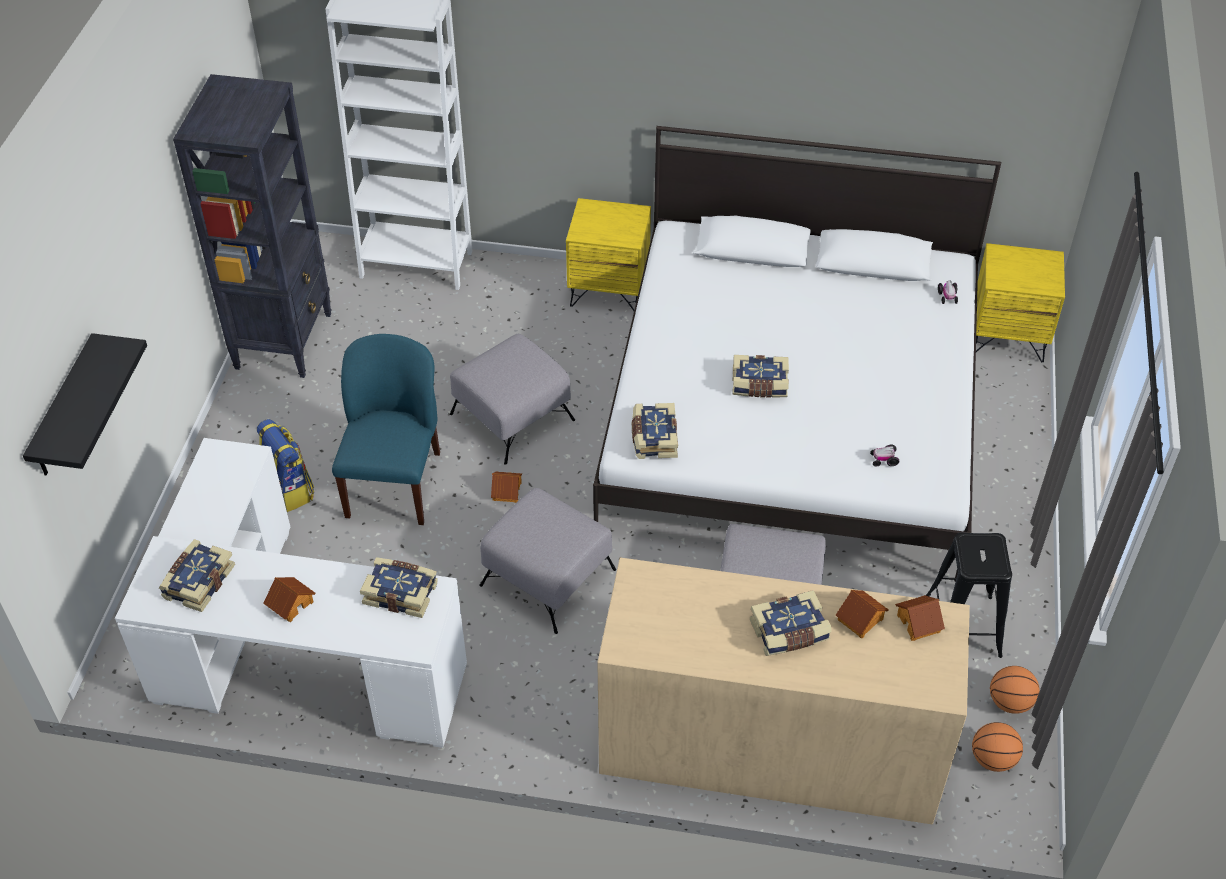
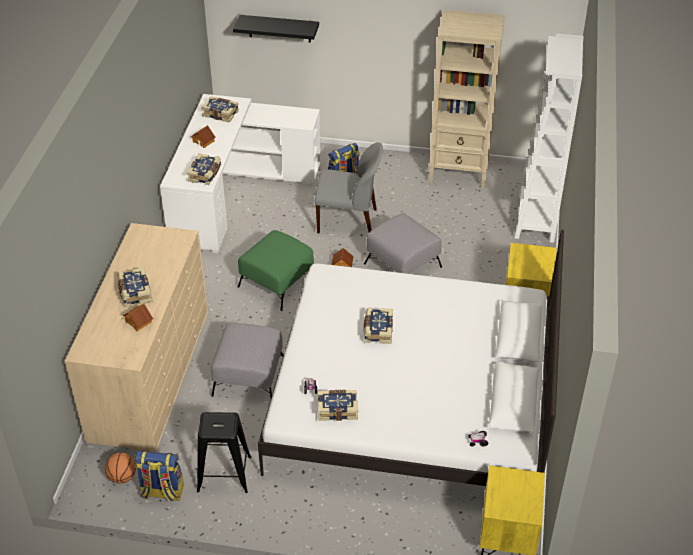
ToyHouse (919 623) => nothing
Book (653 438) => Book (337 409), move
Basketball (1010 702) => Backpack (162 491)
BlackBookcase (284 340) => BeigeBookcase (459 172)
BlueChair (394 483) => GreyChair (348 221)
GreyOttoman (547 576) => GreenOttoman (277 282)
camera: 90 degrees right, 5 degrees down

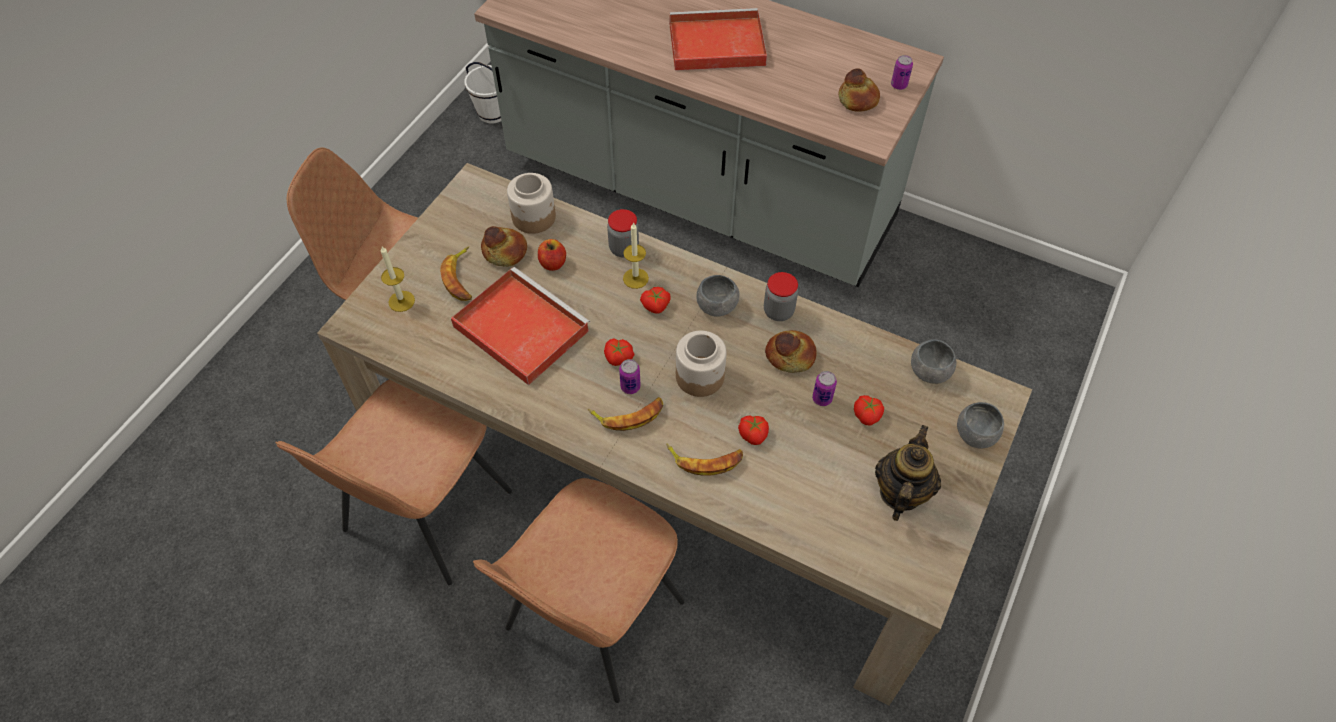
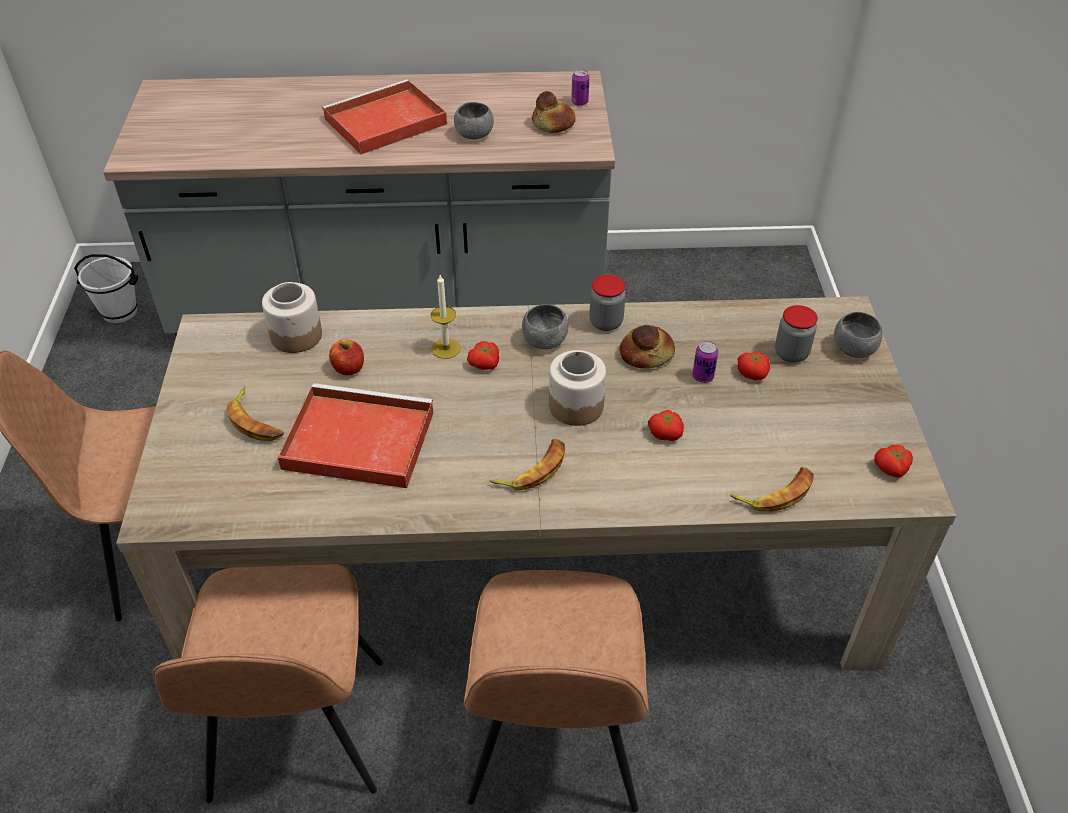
Candle (401 301) => nothing
Bread (505 252) => nothing
Can (630 387) => nothing
Teapot (900 492) => nothing
Tomato (618 358) => Tomato (891 469), move
Jar (624 248) => Jar (791 353), move
Banana (705 460) => Banana (776 493), move
GreyBowl (929 371) => GreyBowl (474 134), move
camera: 30 degrees left, 10 degrees down

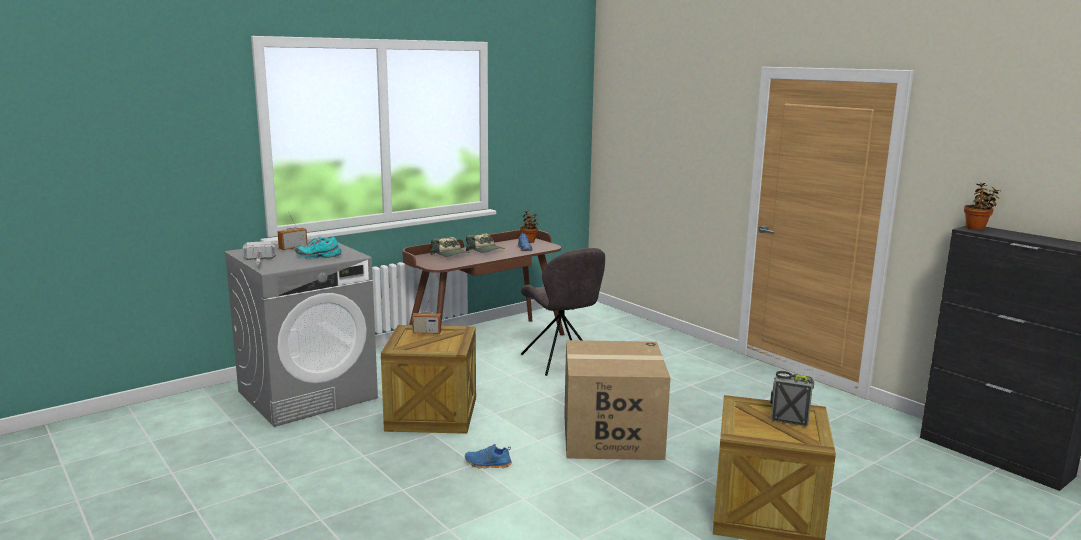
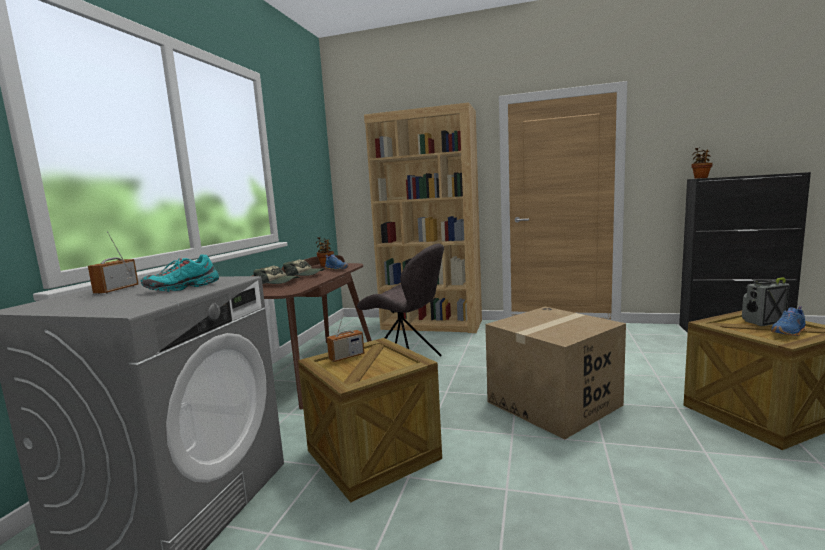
Hammer (259 262) => nothing
nothing => BrownBookcase (432 325)
BlueShoe (487 464) => BlueShoe (789 332), move
camera: 35 degrees left, 5 degrees down

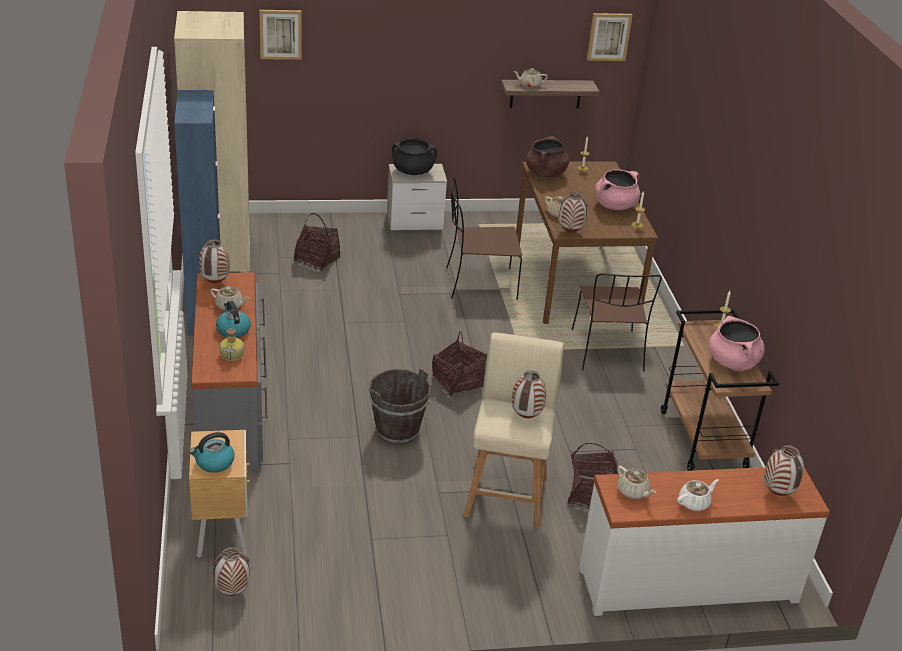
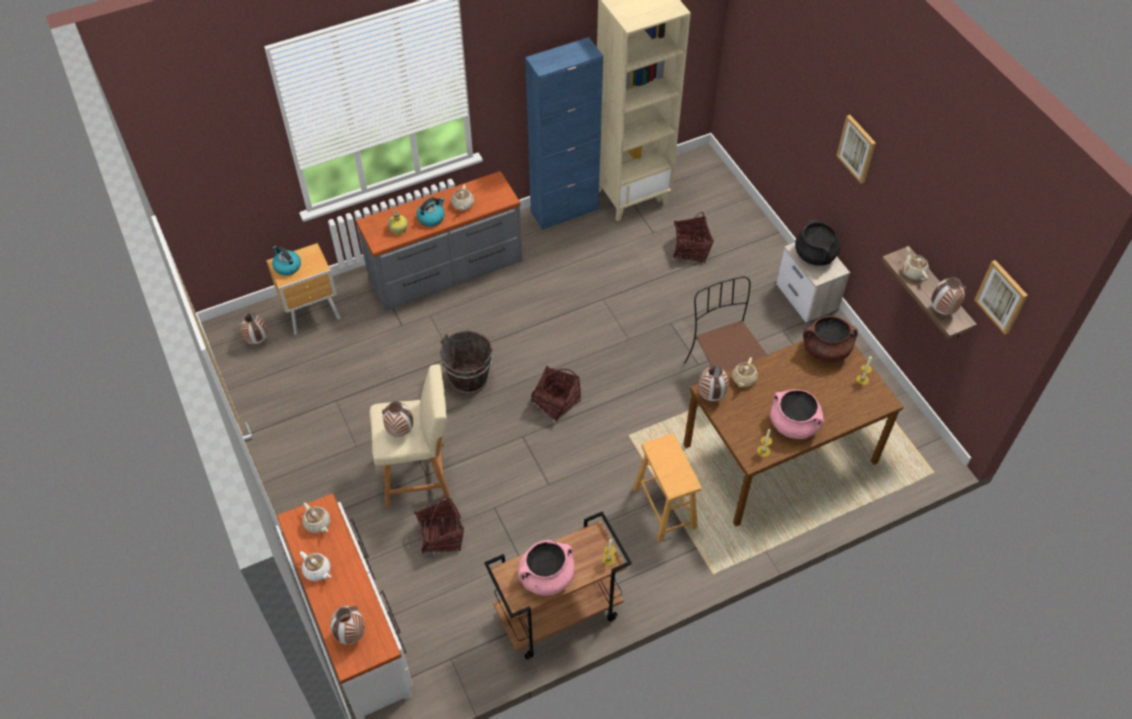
Vase (215 283) => Vase (941 311), move
Picture (280 34) => Picture (857 148), move
BrownChair (607 352) => BrownStool (664 508)
BeigeTeapot (633 492) => BeigeTeapot (318 524), 75 degrees counterclockwise
camera: 75 degrees right, 20 degrees up

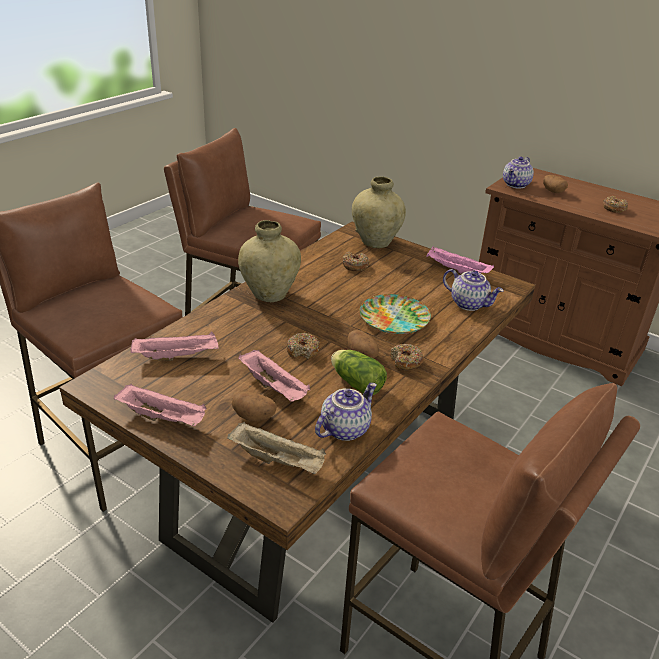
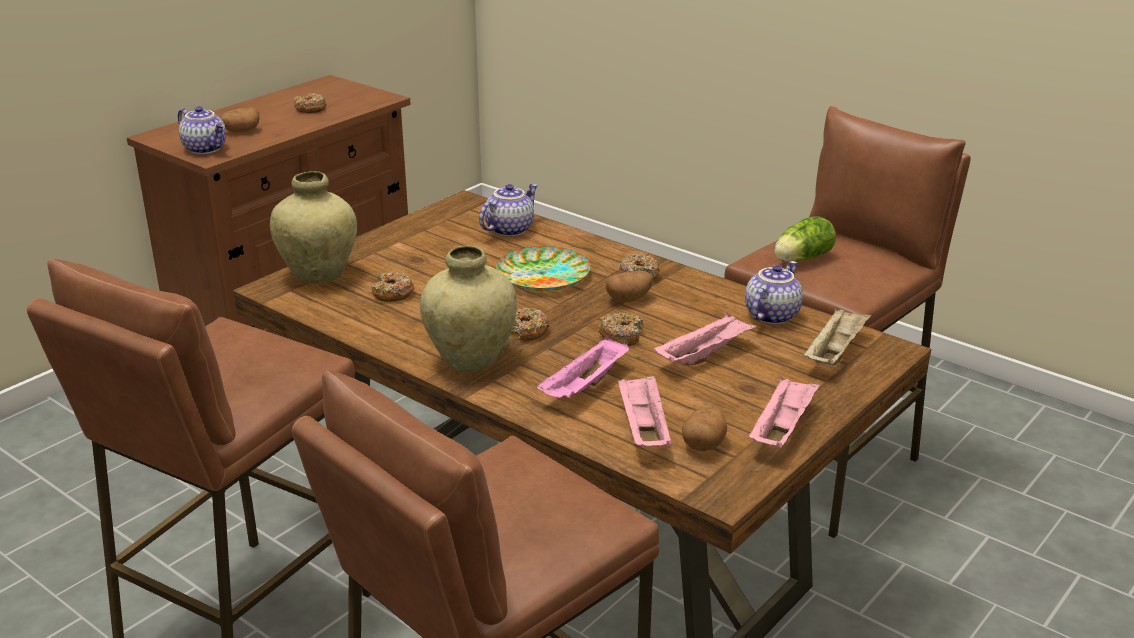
nothing => Donut (527 331)
Potato (254 417) => Potato (704 443), move
Lettuce (355 382) => Lettuce (800 259), move
PinkTray (456 271) => PinkTray (585 387), move
Teapot (344 428) => Teapot (770 315), 75 degrees clockwise
camera: 85 degrees left, 5 degrees down

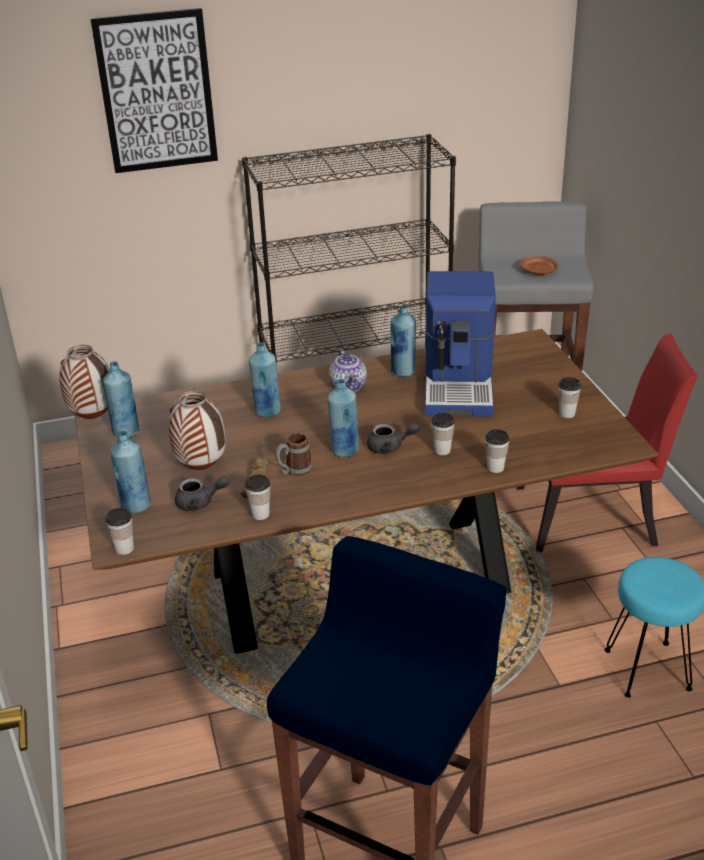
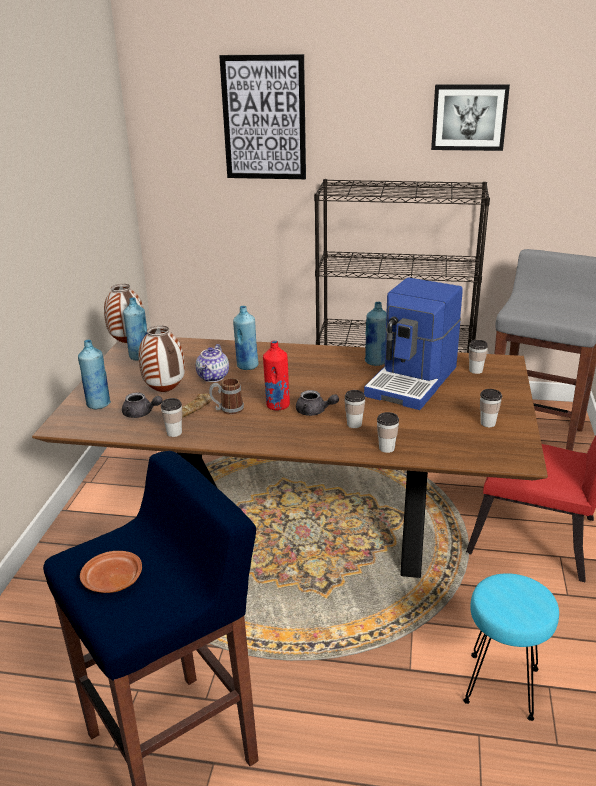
nothing => Picture (469 117)
Cup (124 548) => Cup (476 370), move
Teapot (349 387) => Teapot (214 377), move
BrownPlate (538 271) => BrownPlate (112 581), move
BlueBottle (344 451) => RedBottle (277 405)
camera: 25 degrees right, 5 degrees down

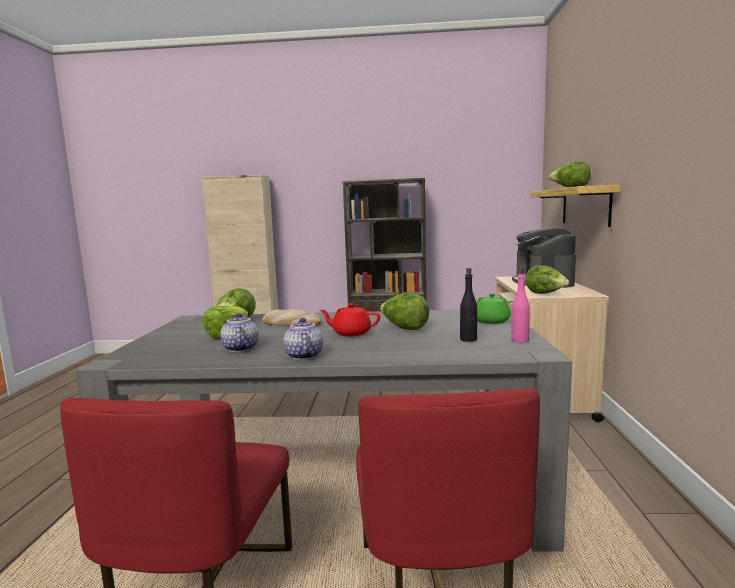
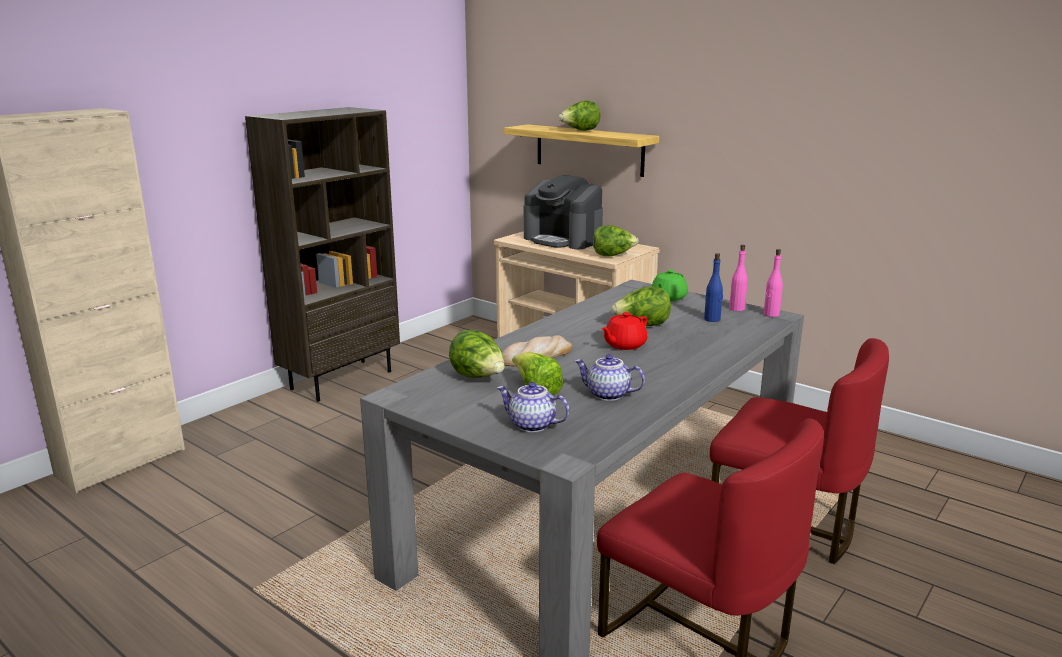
nothing => PinkBottle (771 314)
Teapot (303 356) => Teapot (531 425), move
BlackBottle (468 339) => BlueBottle (712 319)
camera: 55 degrees left, 10 degrees up

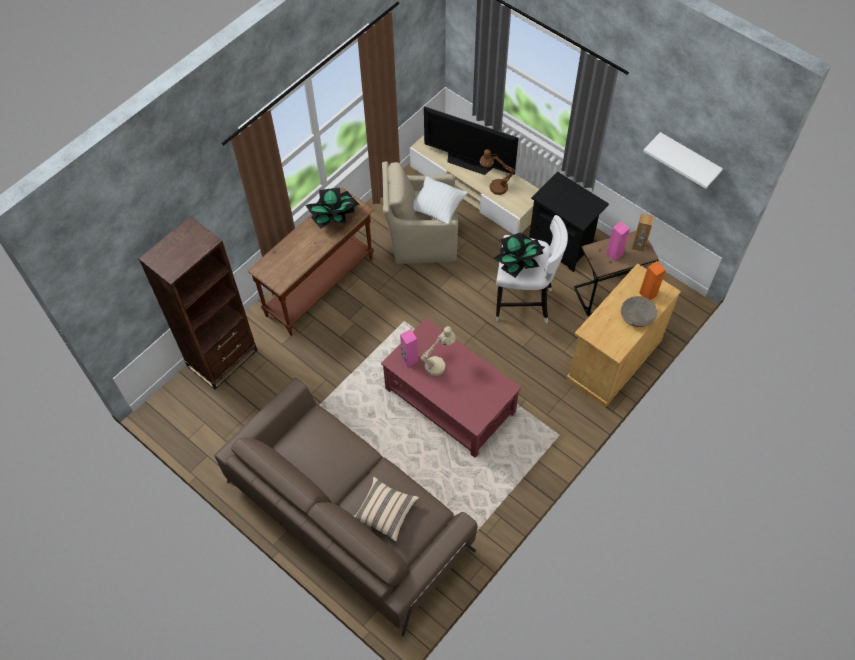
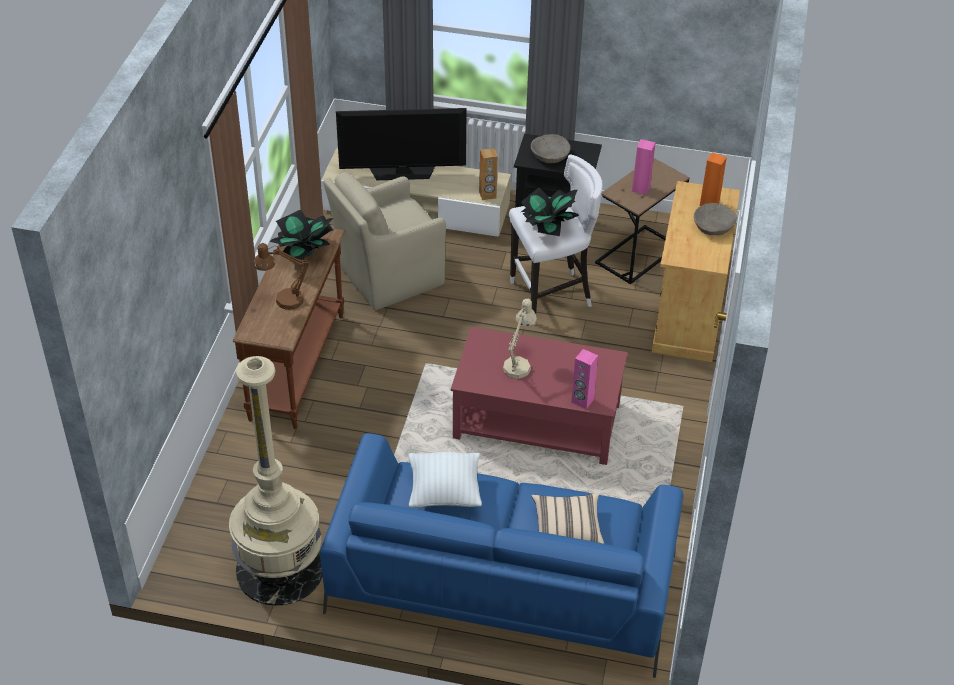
BrownBookcase (222 358) => nothing
WhiteShelf (688 159) => nothing
nothing => BeigeFloorLamp (280 569)
nothing => BeigeBowl (550 156)
PinkSpeaker (409 360) => PinkSpeaker (582 401), move
WhitePillow (437 208) => WhitePillow (444 492), move
BrownTableLamp (494 186) => BrownTableLamp (283 300), move
BrownSpeaker (638 246) => BrownSpeaker (487 195), move
BrownSofa (349 515) => BlueSofa (502 583)
camera: 30 degrees left, 15 degrees down

